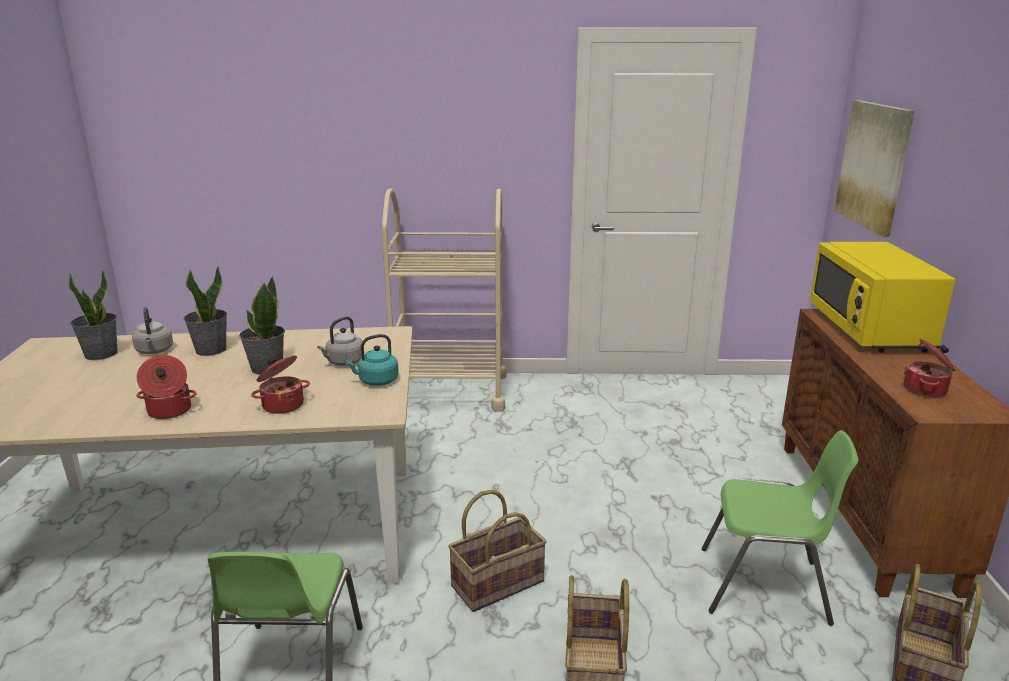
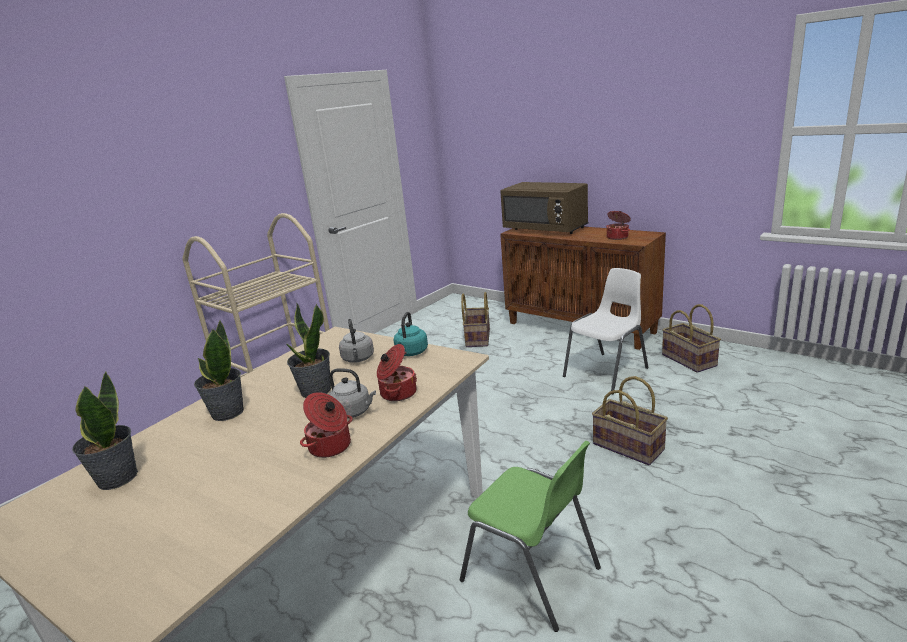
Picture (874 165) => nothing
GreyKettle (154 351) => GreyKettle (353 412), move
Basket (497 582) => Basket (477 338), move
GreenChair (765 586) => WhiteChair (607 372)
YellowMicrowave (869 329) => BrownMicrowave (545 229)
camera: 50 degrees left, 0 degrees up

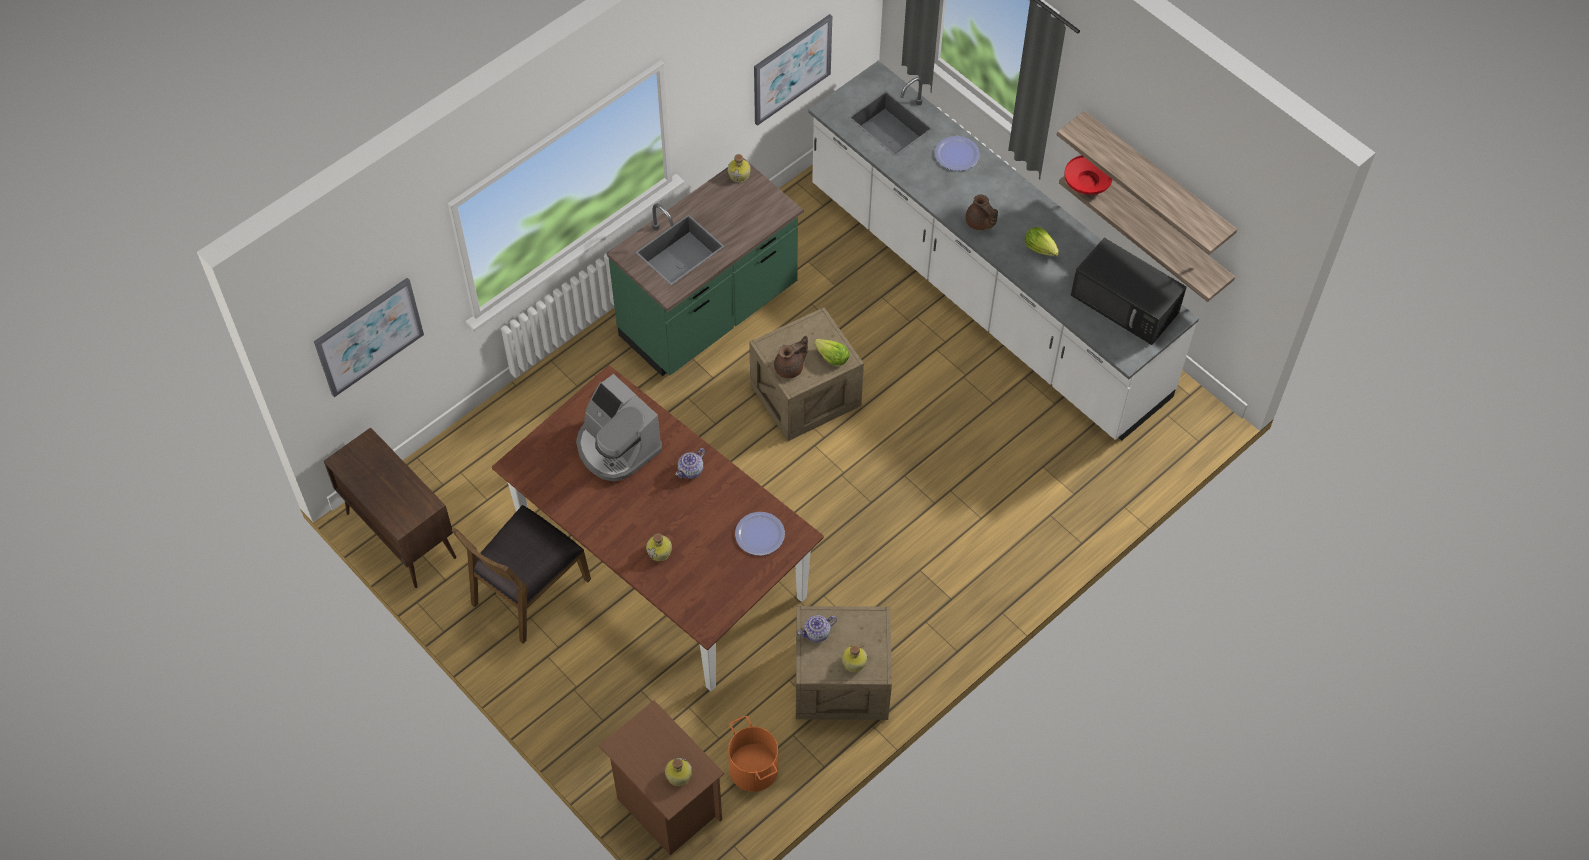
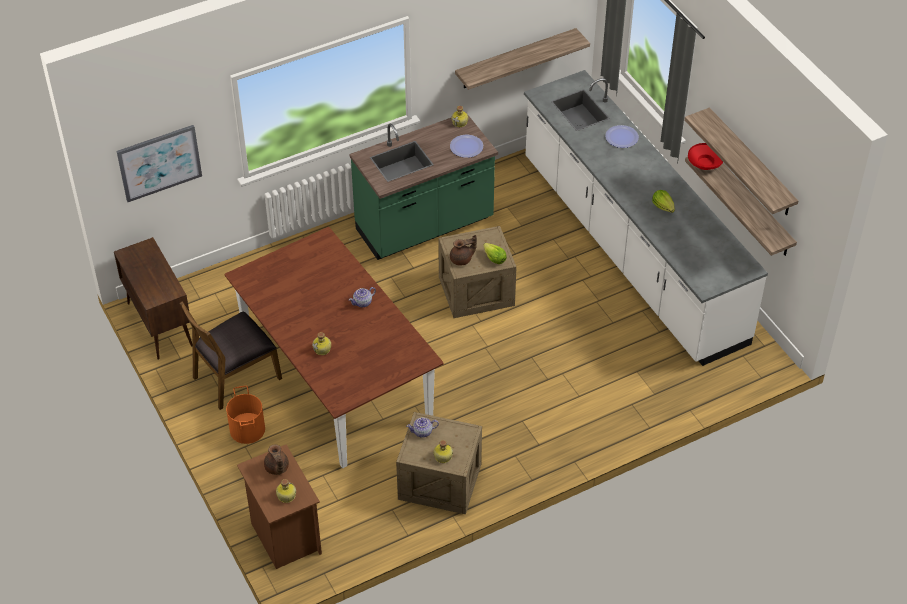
CoffeeMachine (616 447) => nothing
BlackMicrowave (1126 304) => nothing
OrangeBucket (753 769) => OrangeBucket (247 429), move
Plate (759 534) => Plate (466 147), move
BrownTeapot (980 223) => BrownTeapot (277 468), move
Picture (791 69) => Shelf (515 59)
camera: 15 degrees right, 10 degrees down

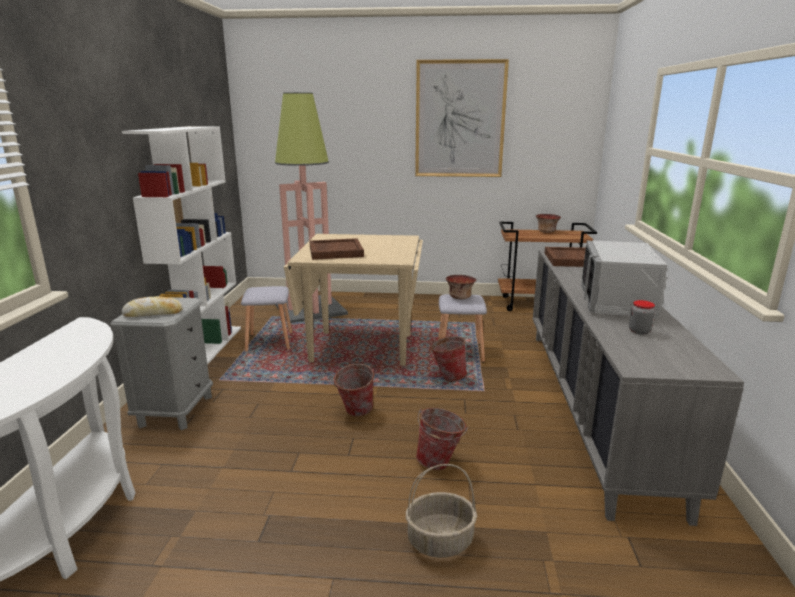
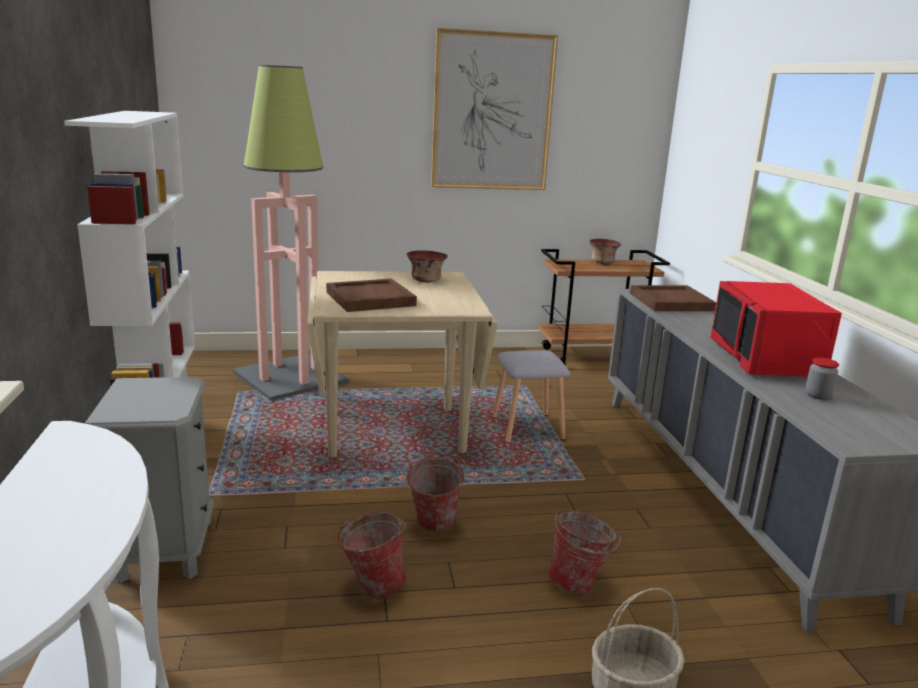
Bread (153 313) => nothing
GreyStool (269 342) => nothing
Bucket (447 377) => Bucket (371 586), move
Bowl (459 297) => Bowl (425 281), move
GreyMicrowave (618 303) => RedMicrowave (766 359)
camera: 15 degrees left, 0 degrees up

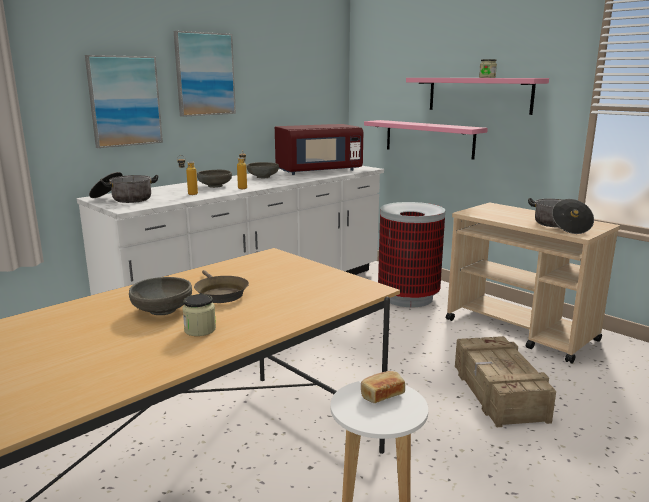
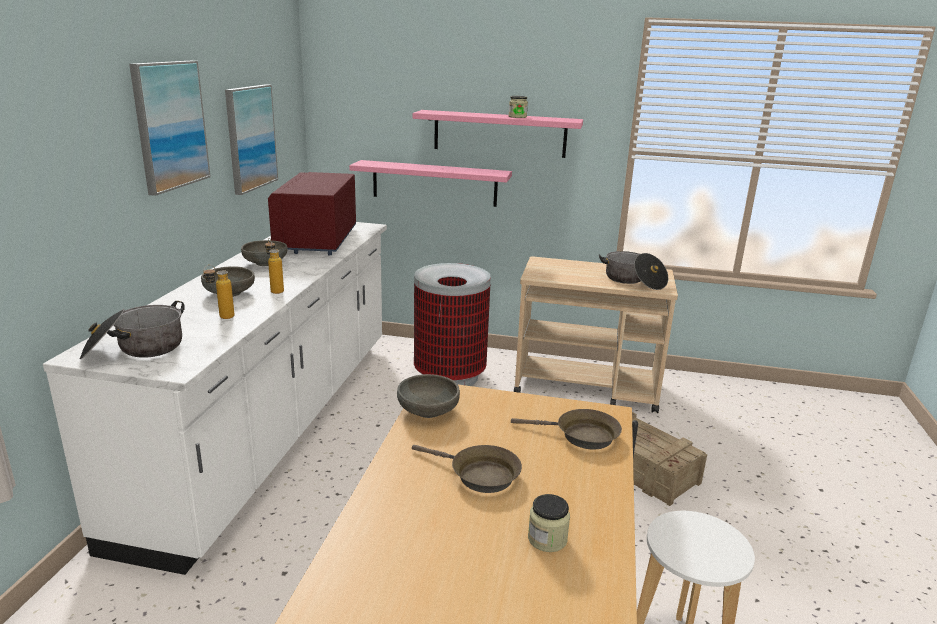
Bread (381 395) => nothing
nothing => BrownFryingPan (581 435)
Picture (124 101) => Picture (250 138), move
GreyBowl (162 310) => GreyBowl (428 411), move
RedMicrowave (318 171) => RedMicrowave (318 240), 150 degrees clockwise
camera: 35 degrees left, 5 degrees up

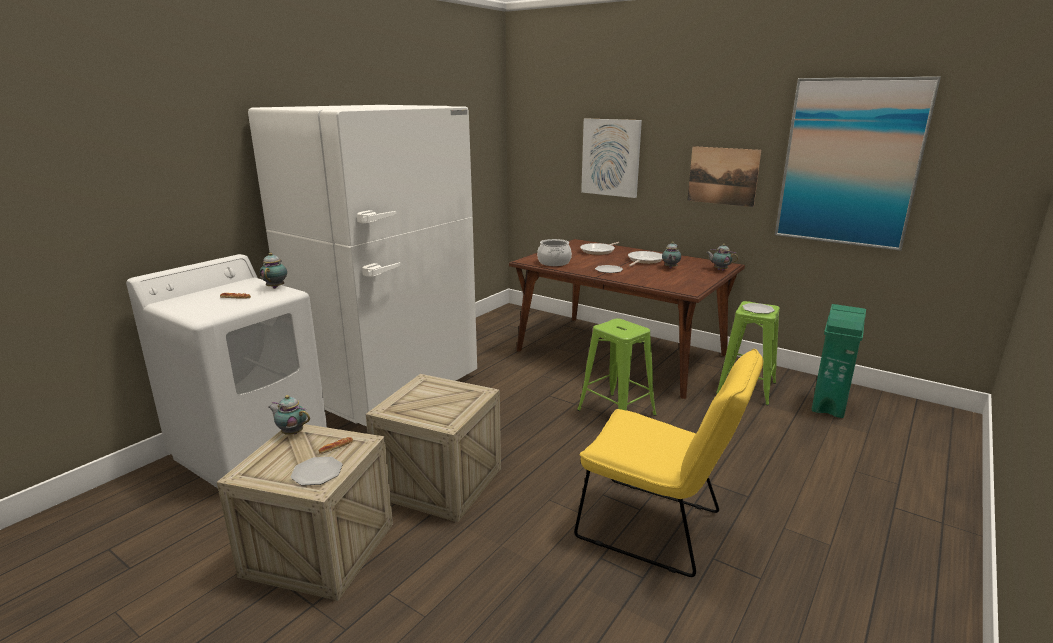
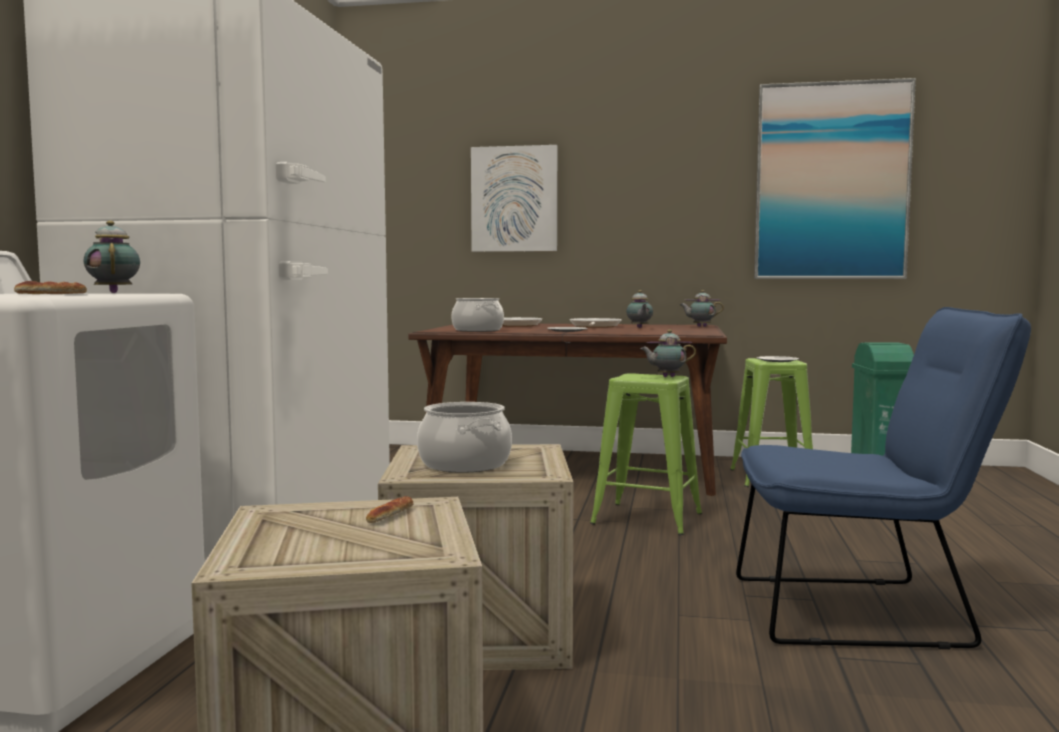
Plate (317 472) => nothing
Picture (723 176) => nothing
nothing => CookingPot (465 464)
Teapot (291 433) => Teapot (666 377), move
YellowChair (659 528) => BlueChair (864 612)
camera: 25 degrees left, 15 degrees down

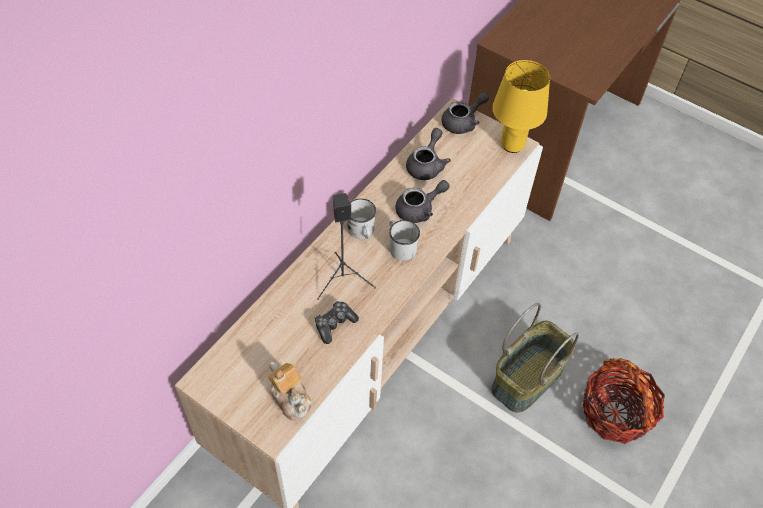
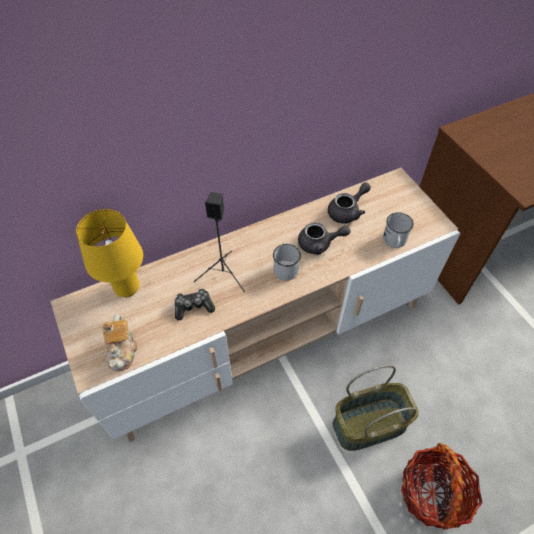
GreyTeapot (463 122) => nothing
WhiteMug (362 232) => WhiteMug (394 242), move
YellowTableLamp (512 145) => YellowTableLamp (127 288), move
camera: 30 degrees right, 0 degrees up

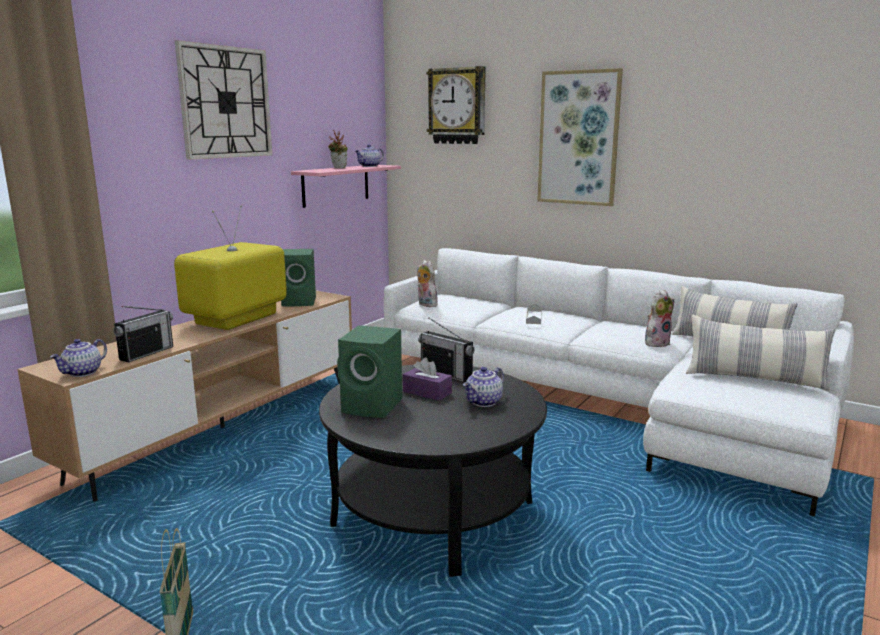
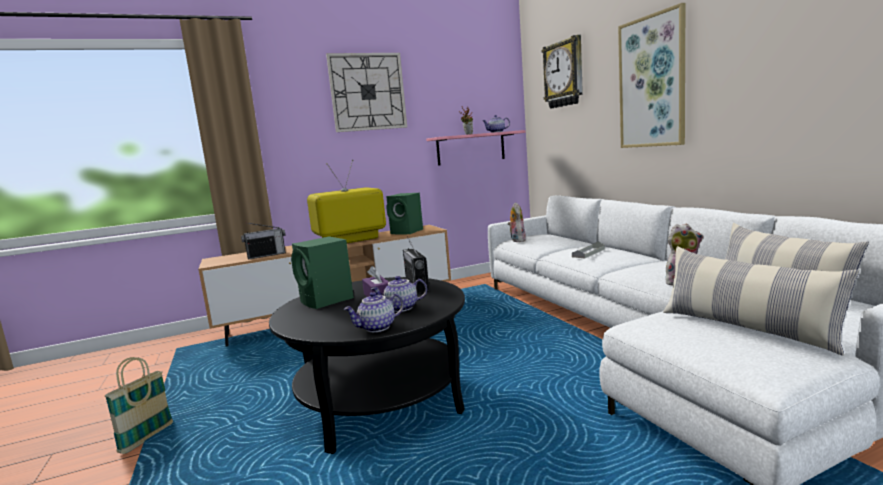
Teapot (83 373) => Teapot (377 328), move
camera: 35 degrees right, 5 degrees down

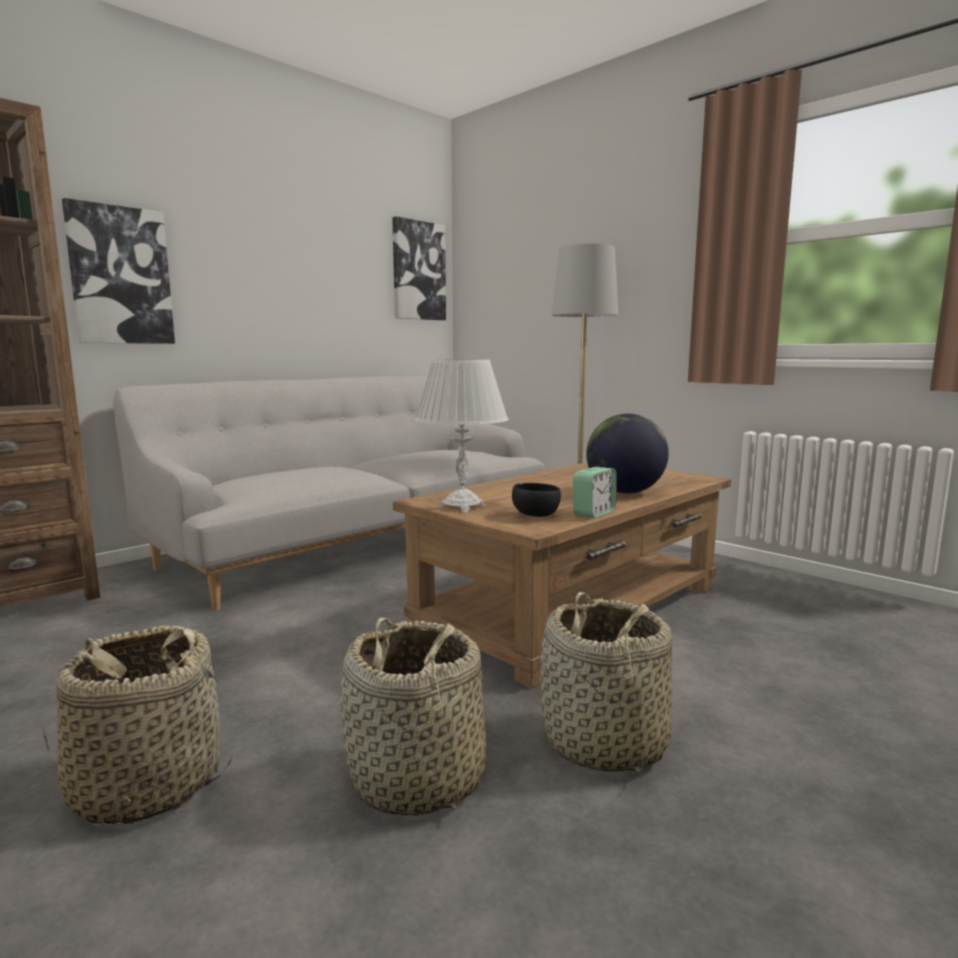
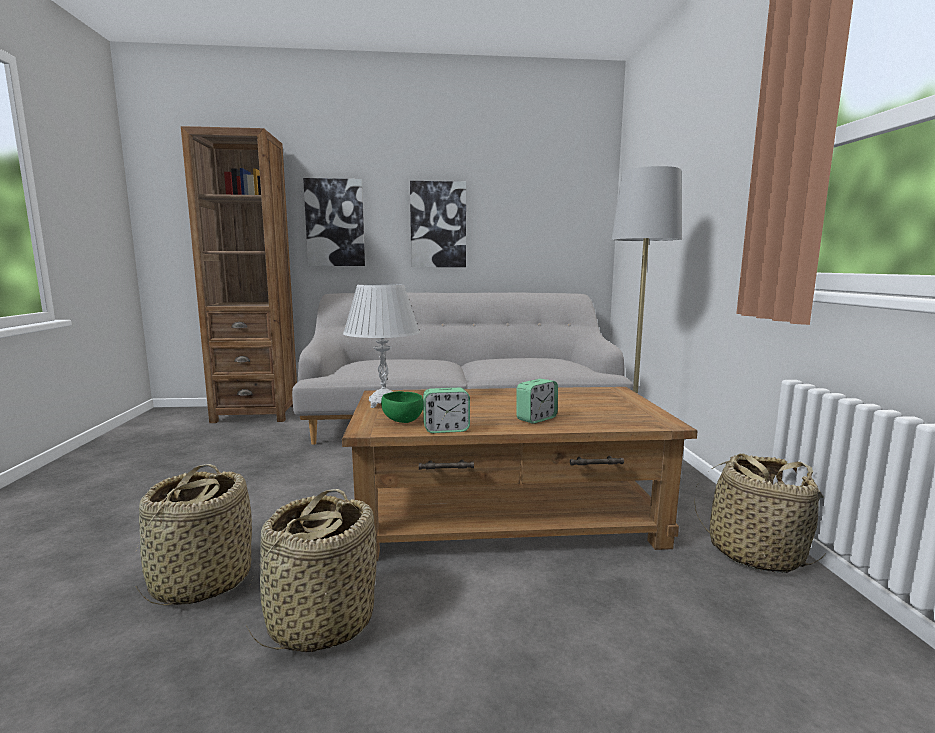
Basket (146 785) => Basket (755 553), move
Picture (418 271) => Picture (438 225), move
Globe (624 492) => AlarmClock (536 419)
BlackBowl (536 515) => GreenBowl (403 420)
camera: 40 degrees right, 0 degrees up

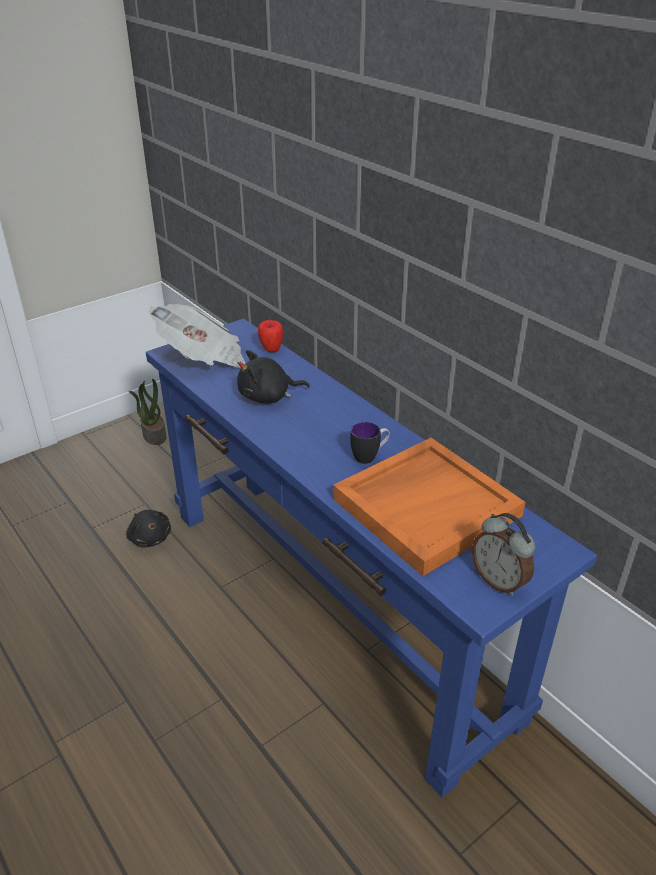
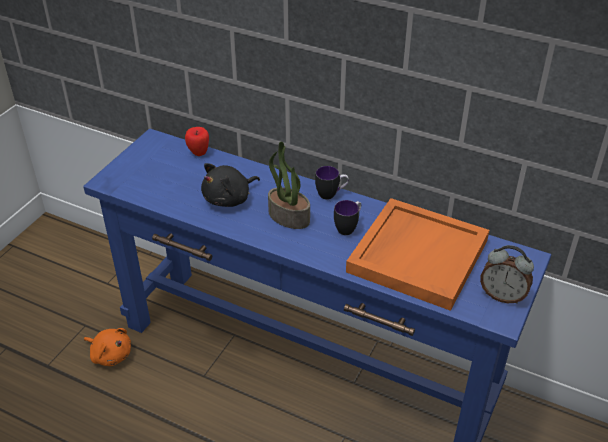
Newspaper (203 358) => nothing
nothing => Mug (331 194)
PottedPlant (153 435) => PottedPlant (288 217), move
BlackPlushToy (150 537) => OrangePlushToy (110 354)
camera: 25 degrees left, 5 degrees up

